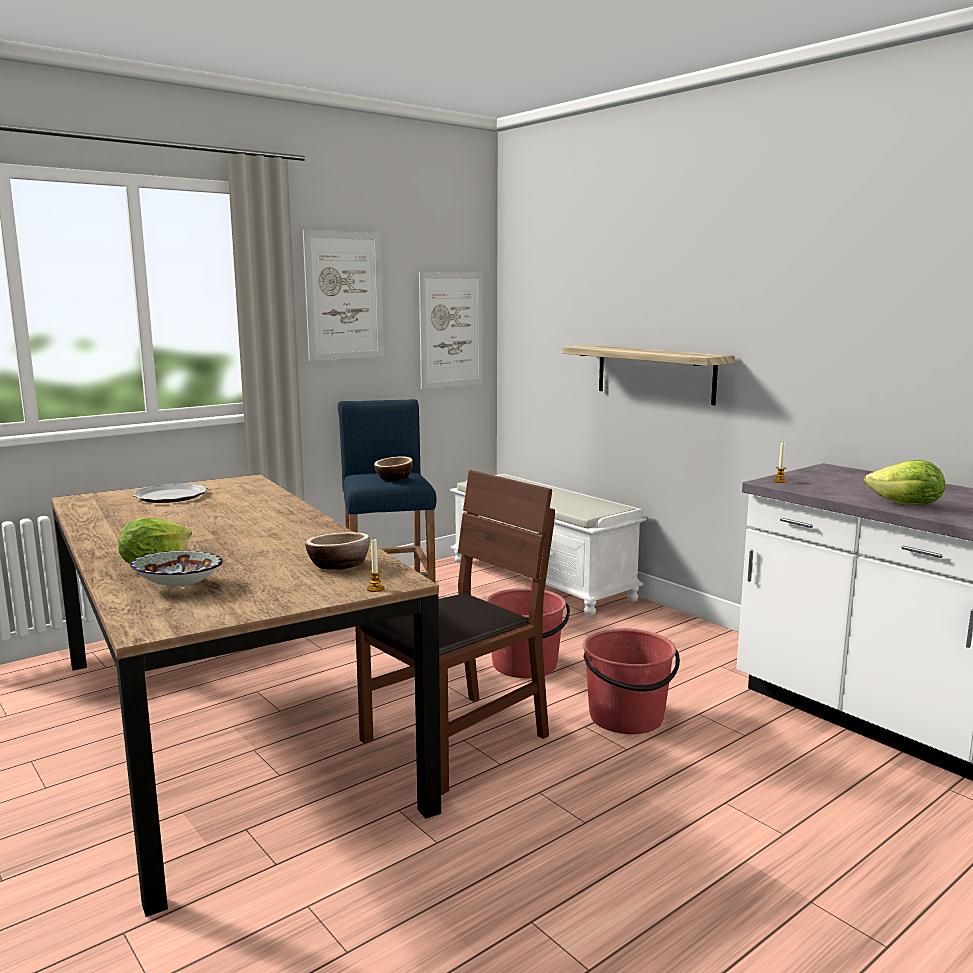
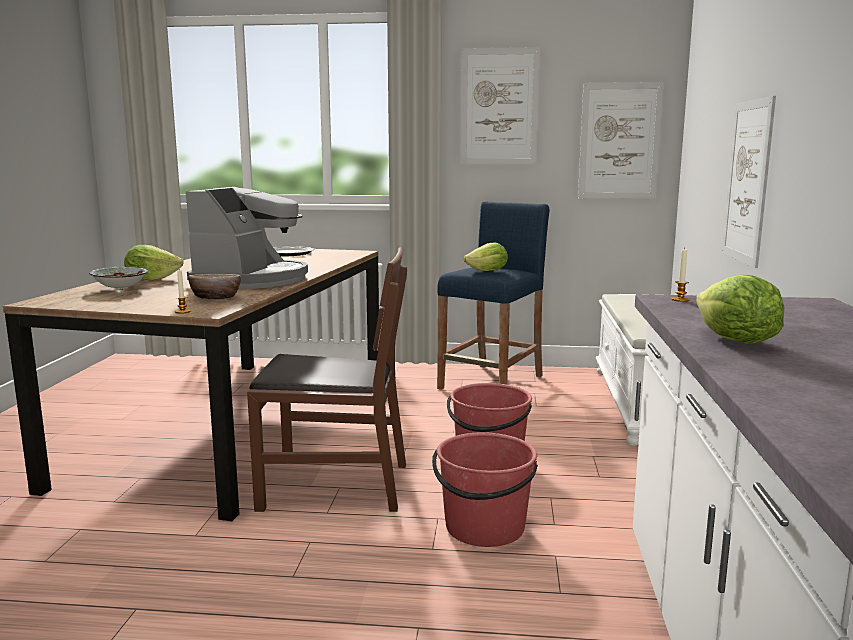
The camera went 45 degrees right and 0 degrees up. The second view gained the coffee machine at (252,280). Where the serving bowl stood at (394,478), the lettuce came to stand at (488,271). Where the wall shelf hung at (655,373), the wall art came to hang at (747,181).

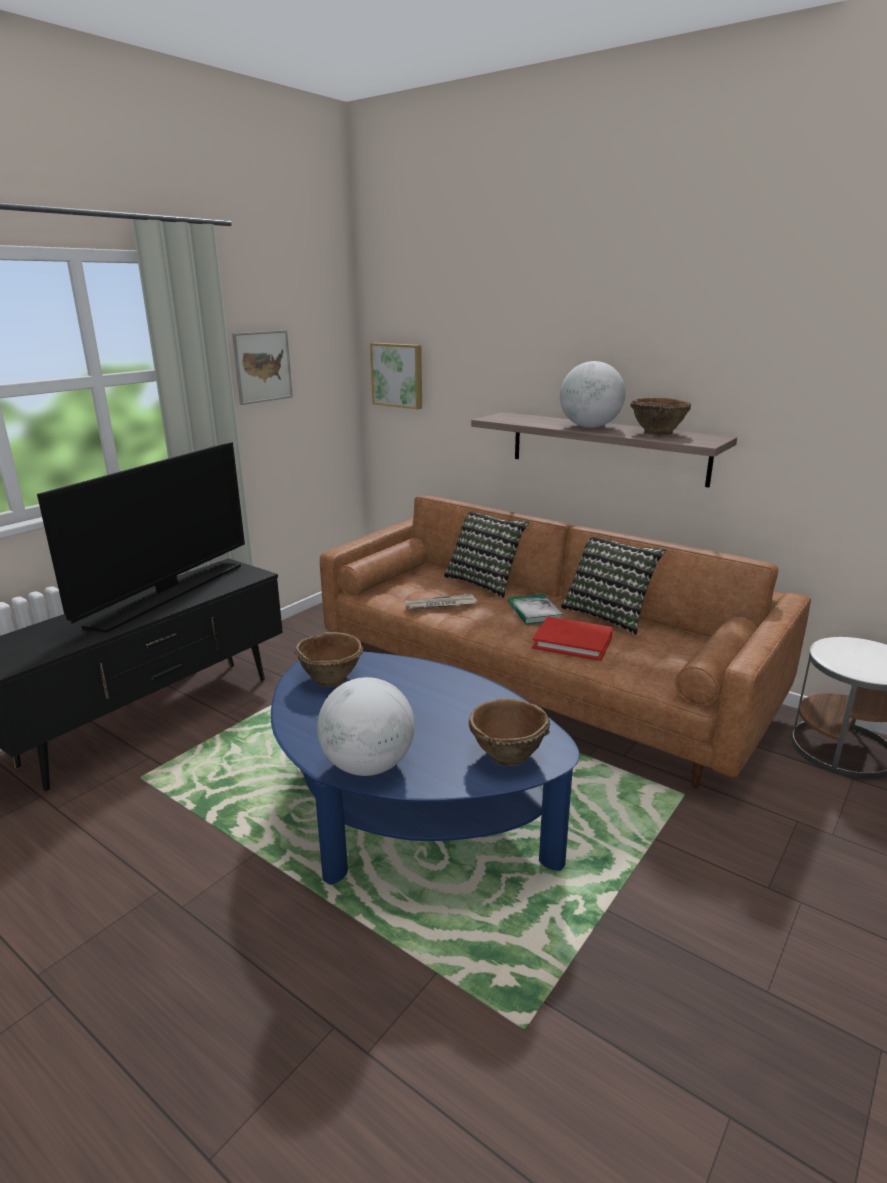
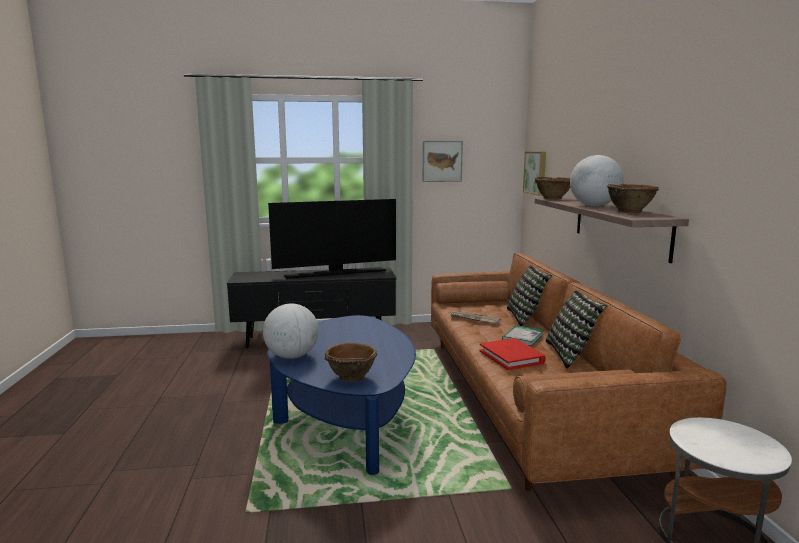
The camera went 45 degrees right and 10 degrees down. The brownish serving bowl ended up elsewhere, having gone from (331,678) to (553,198).

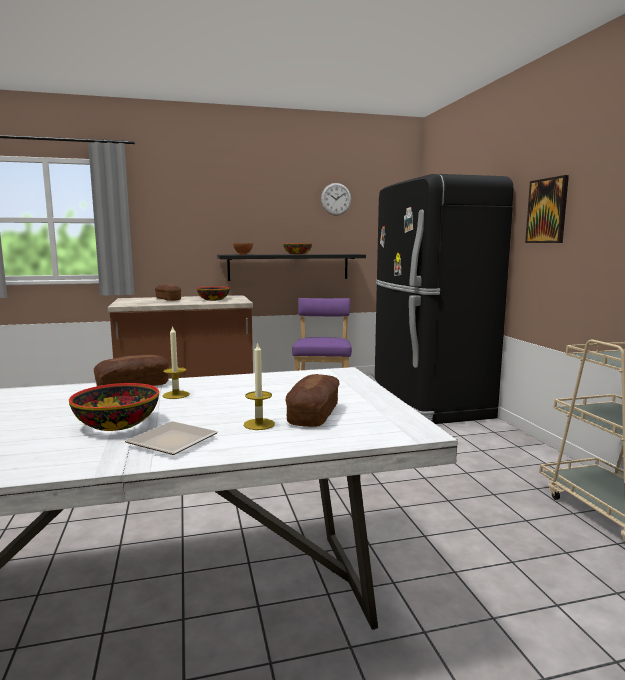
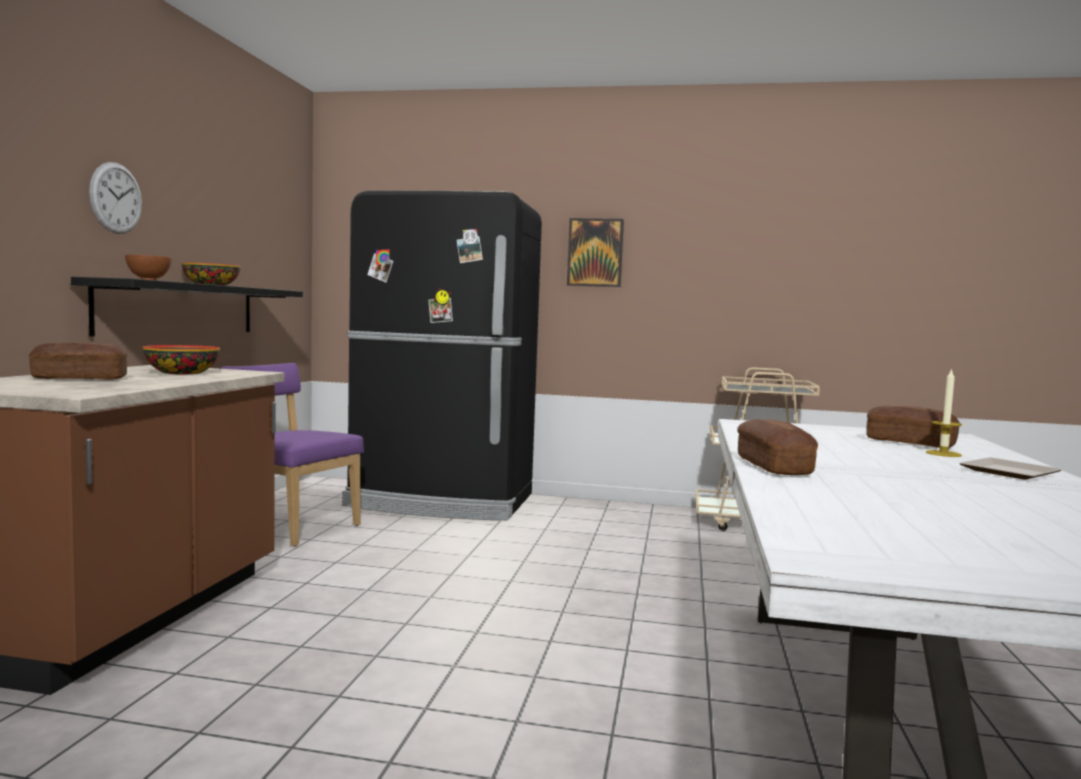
The camera went 65 degrees left and 5 degrees down. The second view lost the serving bowl at (118,423). The second view lost the wax light at (176,395). The clock on the wall ended up elsewhere, having gone from (336,199) to (116,198).

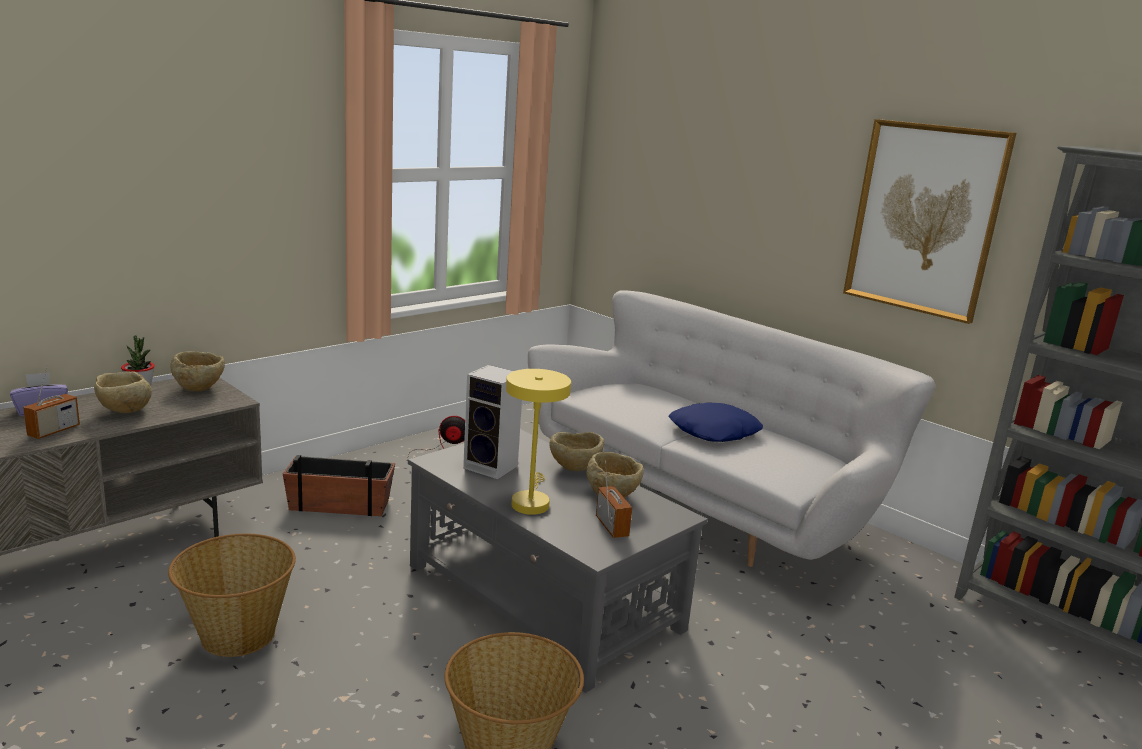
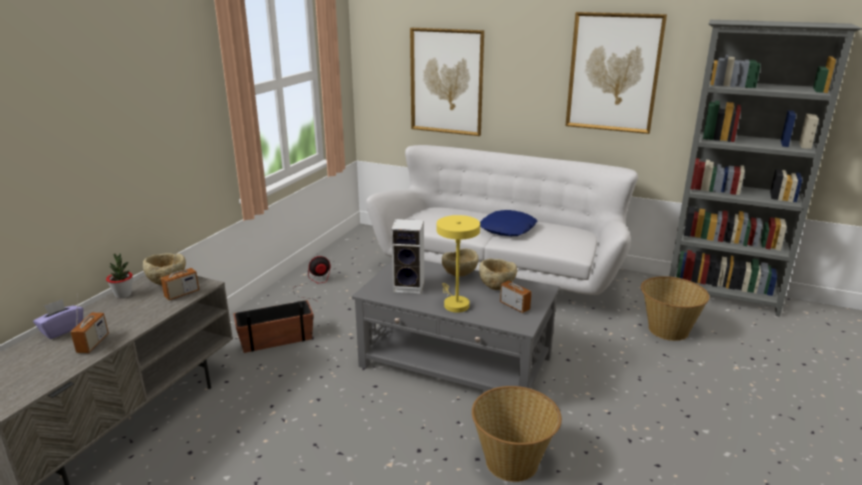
The camera went 20 degrees left and 5 degrees up. The second view lost the sand-coloured serving bowl at (124,411). The second view gained the radio receiver at (182,294). The second view gained the wall art at (446,81). The storage basket ended up elsewhere, having gone from (237,634) to (667,330).

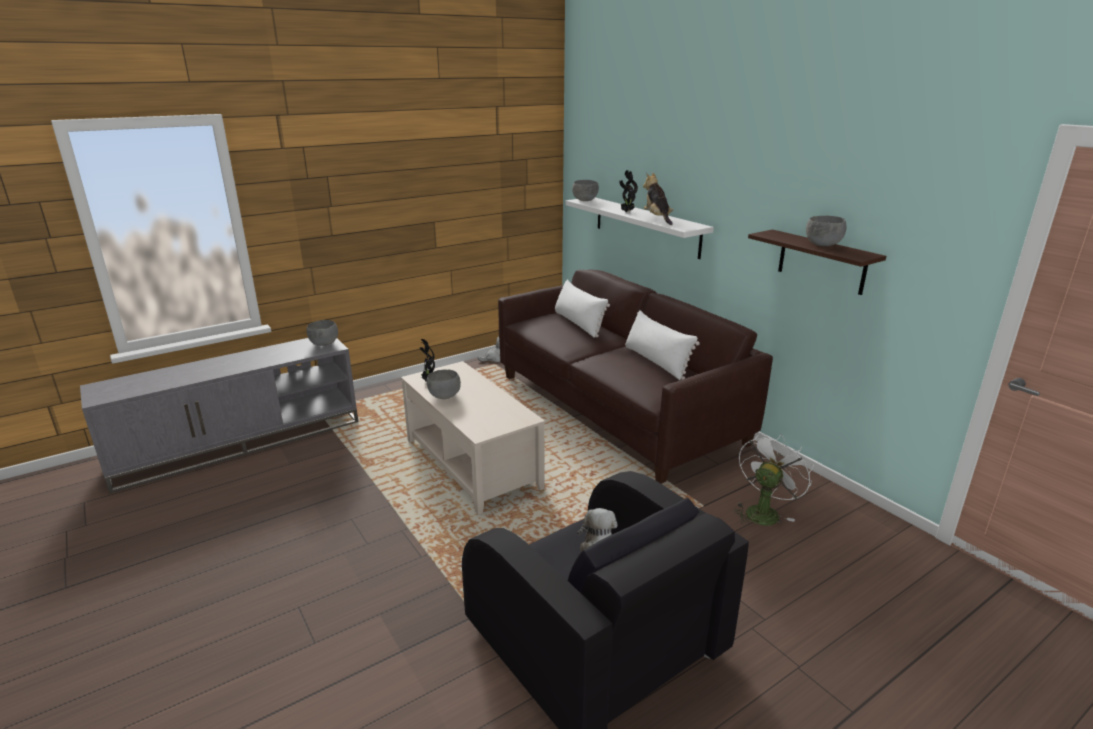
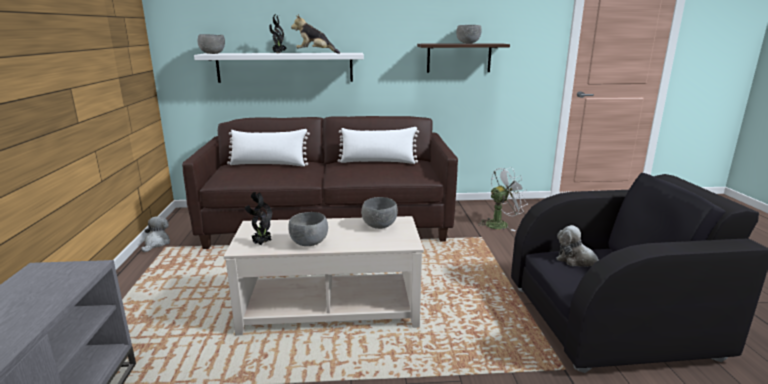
The camera went 60 degrees left and 5 degrees down. The gray serving bowl ended up elsewhere, having gone from (324,344) to (380,226). The whitish cooling fan at (764,511) ended up facing another way, 90 degrees clockwise from before.

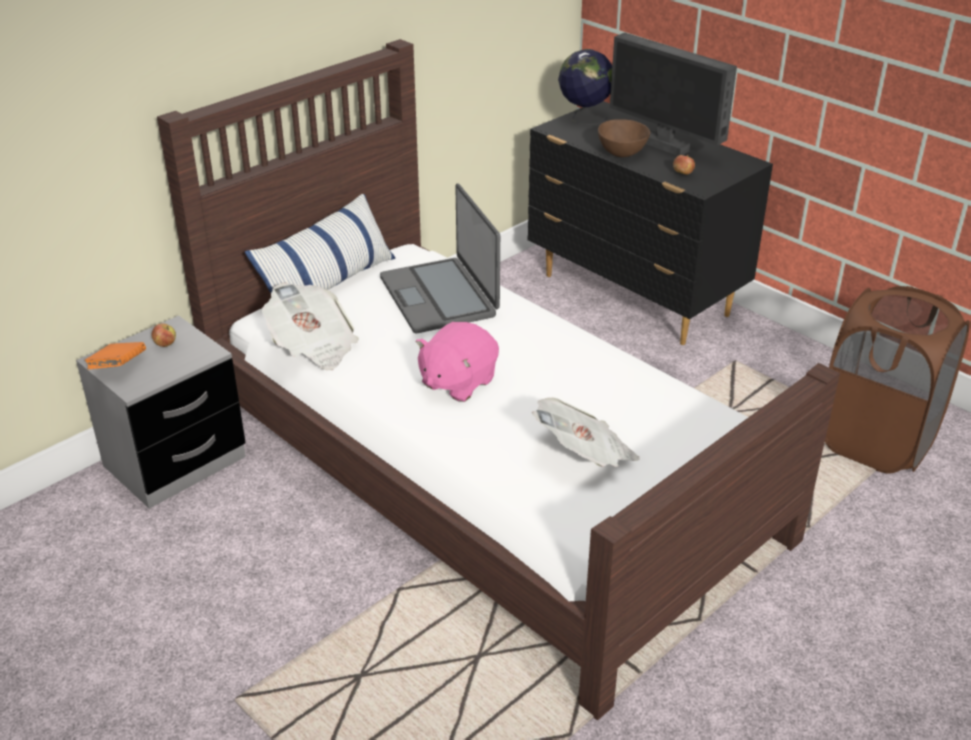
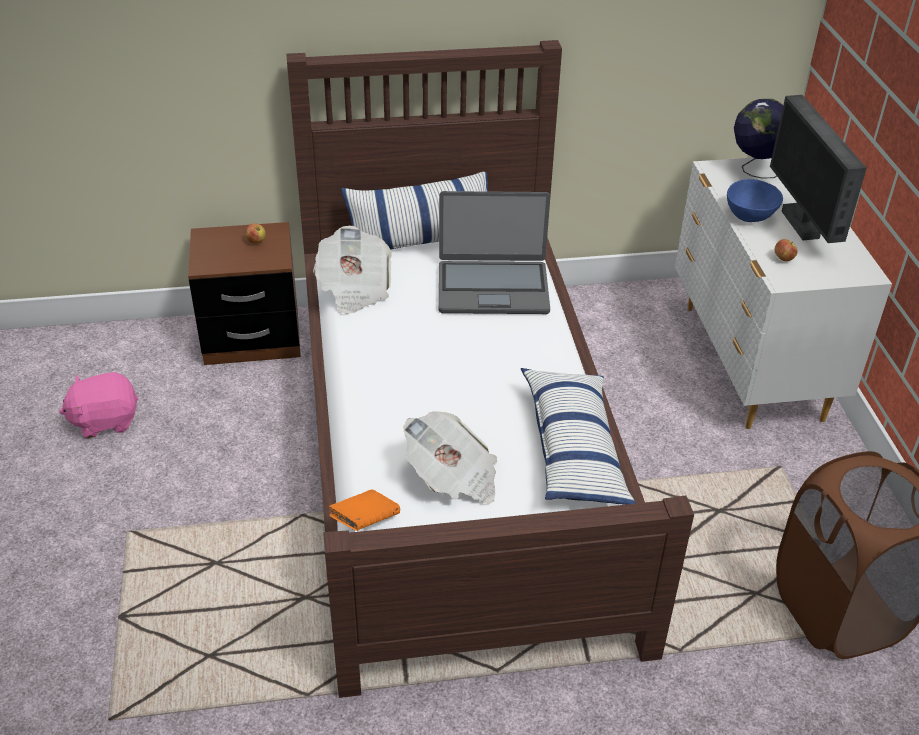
The camera went 35 degrees right and 5 degrees up. The second view gained the throw pillow at (574,449). The orange-coloured bound book ended up elsewhere, having gone from (118,367) to (365,521). The pinkish soft toy ended up elsewhere, having gone from (457,382) to (105,420). What was the gray nightstand at (175,462) turned into the brownish nightstand at (252,338). What was the black-coloured dresser at (635,297) turned into the whitish dresser at (750,363). What was the brownish serving bowl at (622,152) turned into the blue serving bowl at (750,215). The notebook computer at (440,296) ended up facing another way, 105 degrees counterclockwise from before.

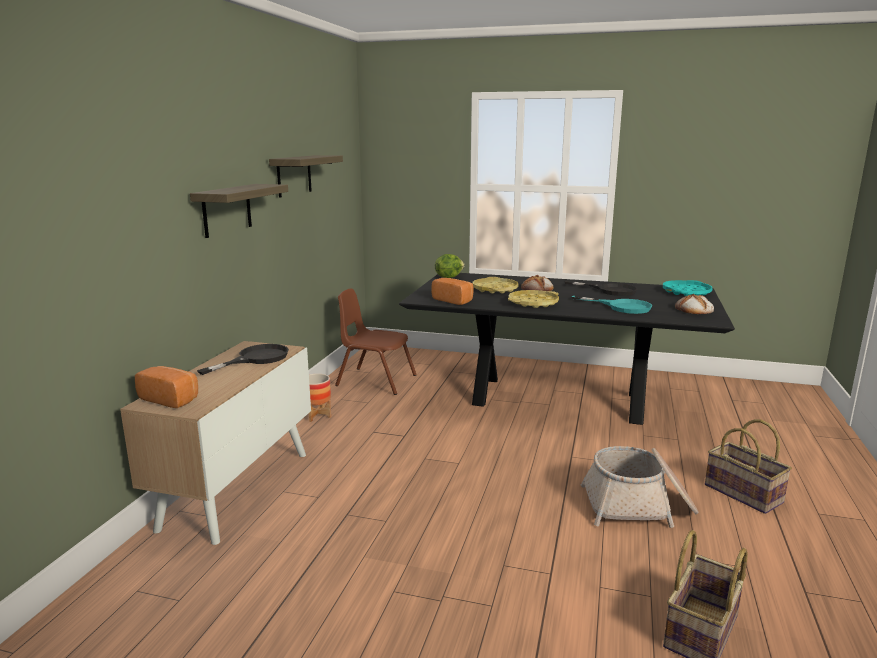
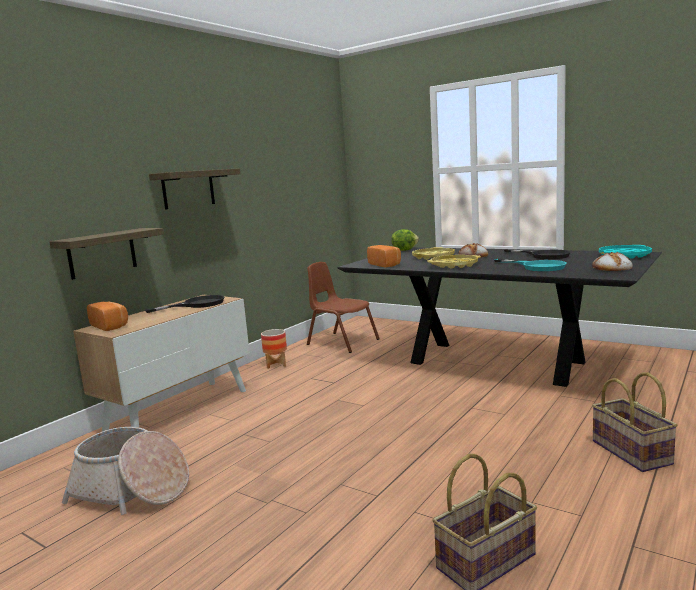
The camera went 20 degrees right and 5 degrees down. The wall shelf ended up elsewhere, having gone from (294,175) to (102,253). The storage basket ended up elsewhere, having gone from (638,506) to (132,491).

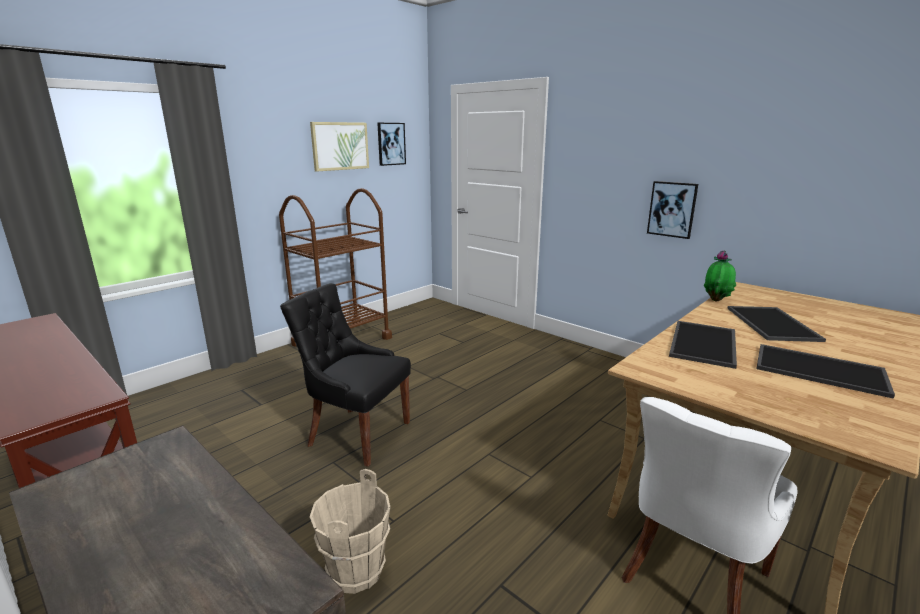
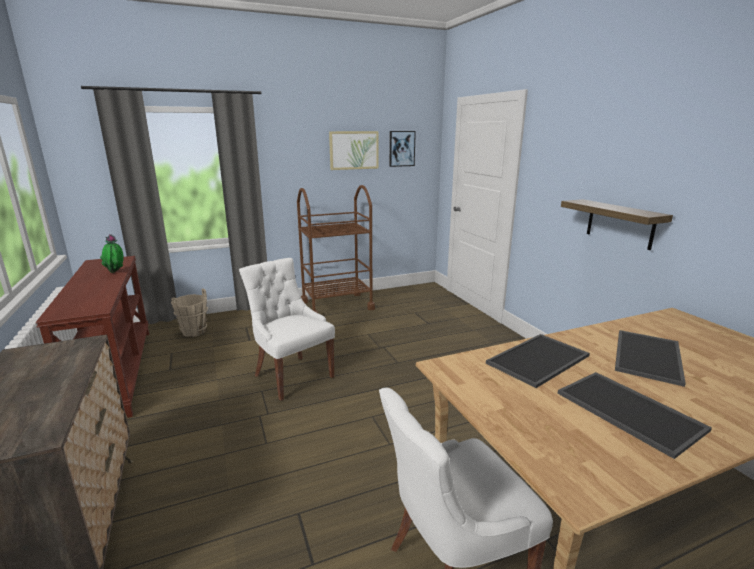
The camera went 25 degrees right and 0 degrees up. The sand-coloured water bucket ended up elsewhere, having gone from (355,571) to (194,331). The potted plant ended up elsewhere, having gone from (716,300) to (116,272). Where the wall art hung at (672,209), the wall shelf came to hang at (620,224). What was the black-coloured chair at (356,434) turned into the whitish chair at (292,375).

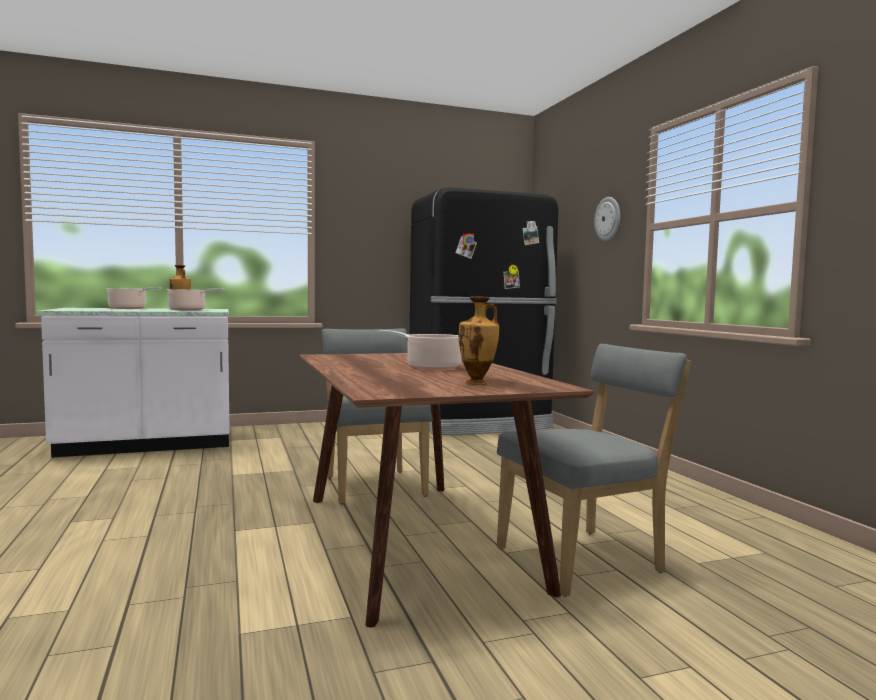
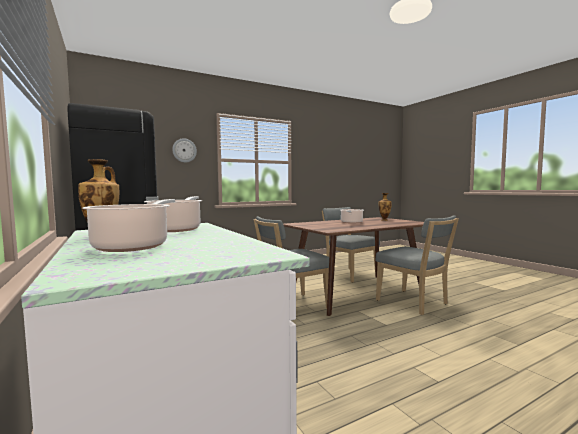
The camera went 100 degrees left and 0 degrees up. The second view gained the gray chair at (414,303).

